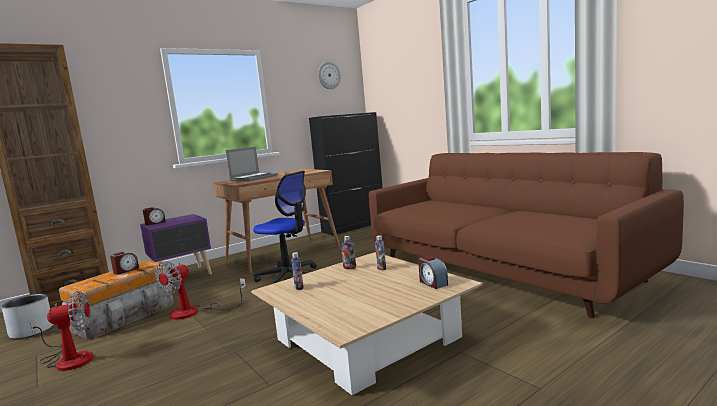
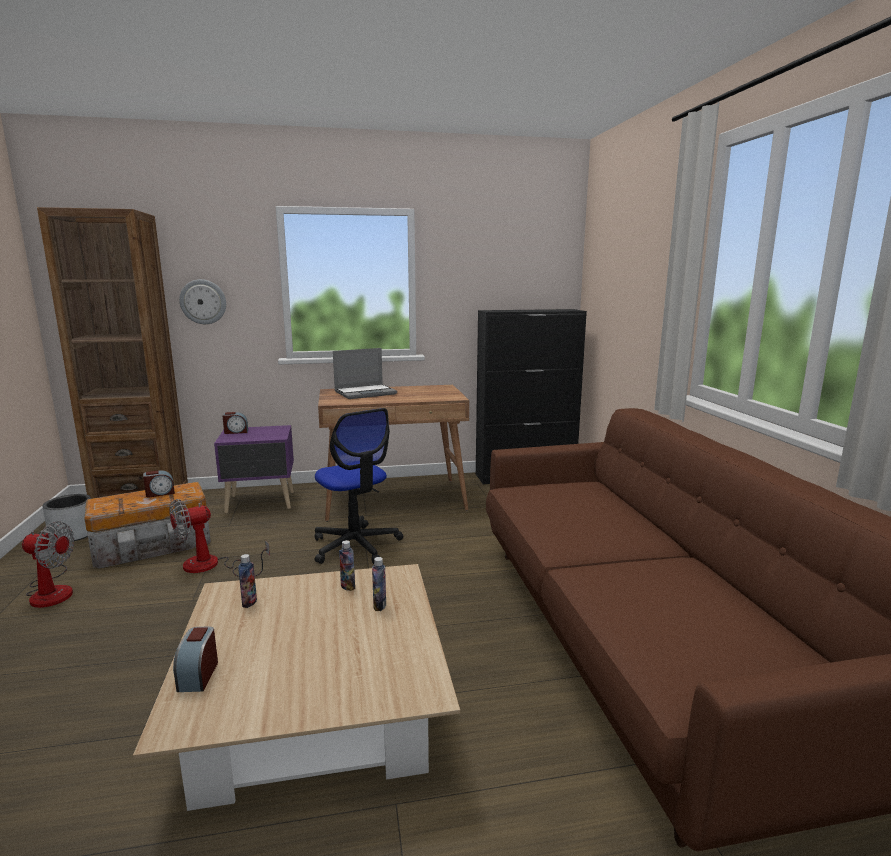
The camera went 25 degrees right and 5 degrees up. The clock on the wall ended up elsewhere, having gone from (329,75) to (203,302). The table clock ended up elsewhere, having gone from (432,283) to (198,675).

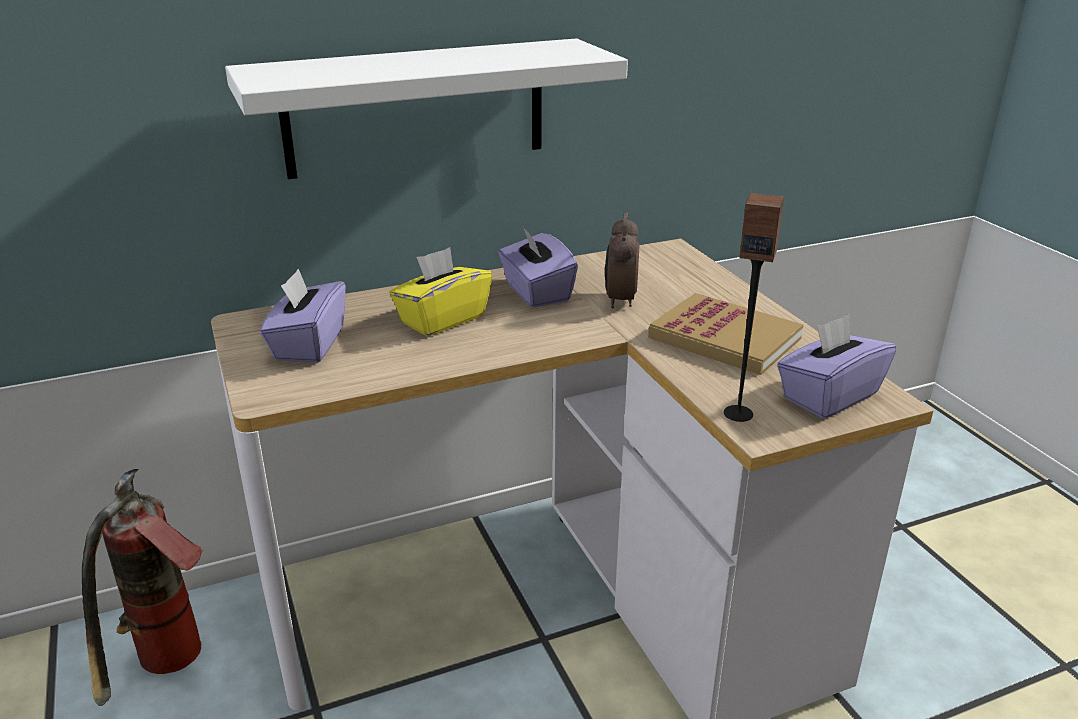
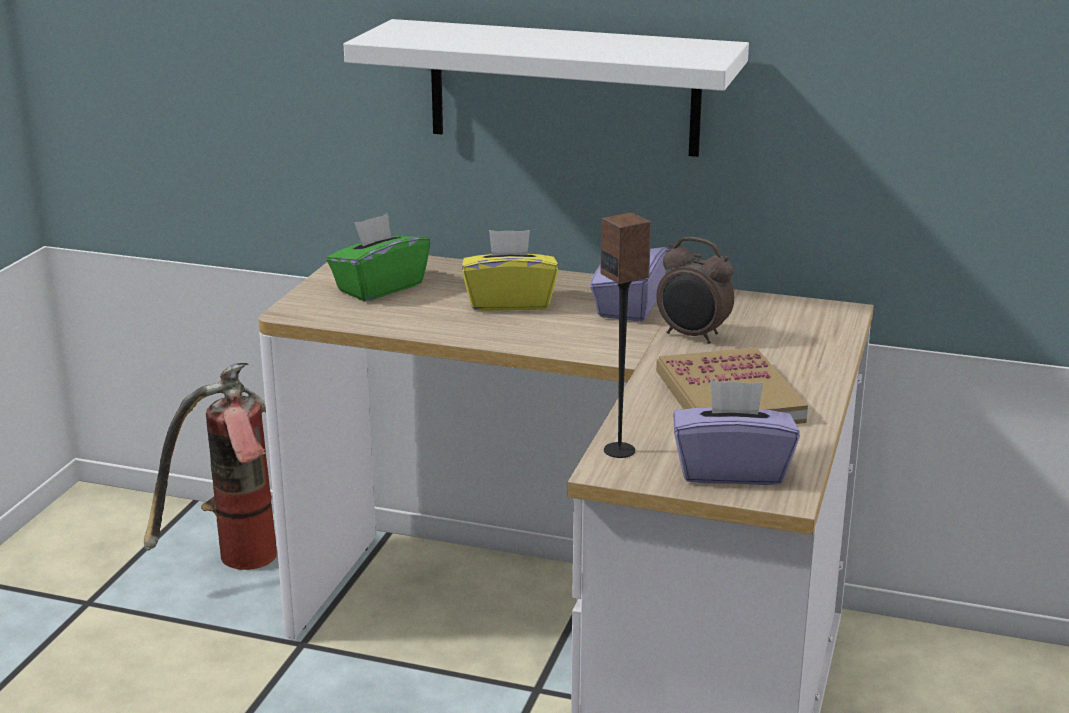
The camera went 40 degrees right and 5 degrees down. What was the purple-coloured box of tissues at (308,344) turned into the green box of tissues at (379,287). The table clock at (619,300) ended up facing another way, 105 degrees counterclockwise from before.

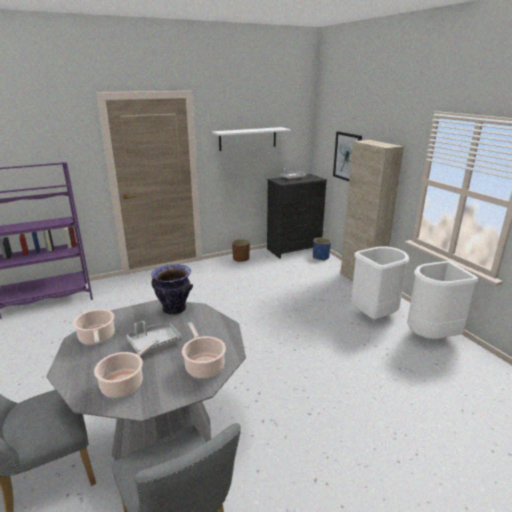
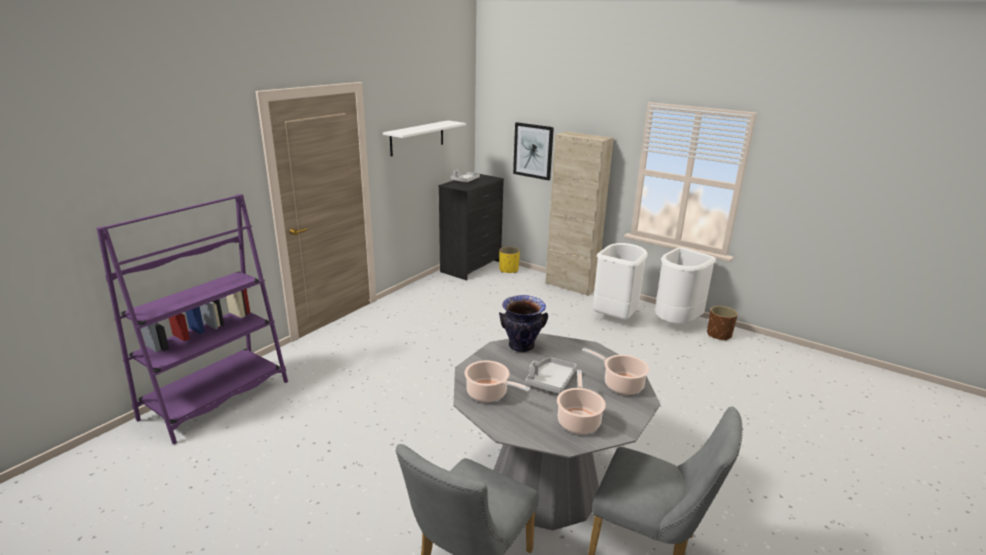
The camera went 30 degrees left and 0 degrees up. The brownish plant pot ended up elsewhere, having gone from (241,259) to (719,335). What was the blue plant pot at (321,257) turned into the yellow plant pot at (508,270).

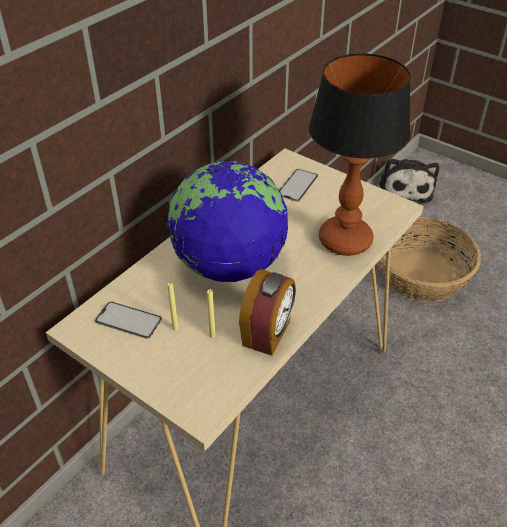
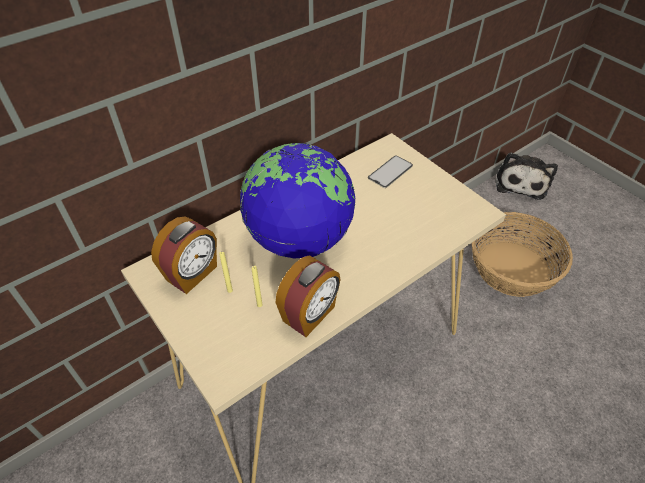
The camera went 15 degrees right and 5 degrees up. The second view lost the tabletop lamp at (346,241). Where the handset stood at (128,320), the table clock came to stand at (192,274).

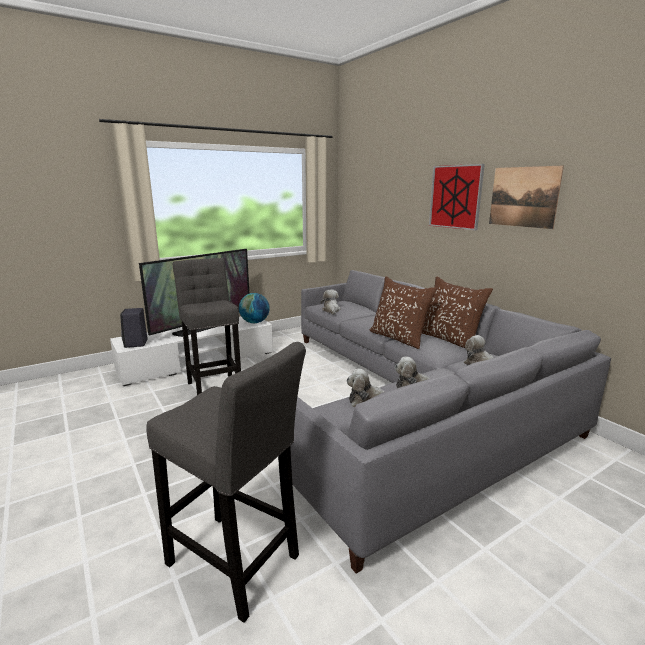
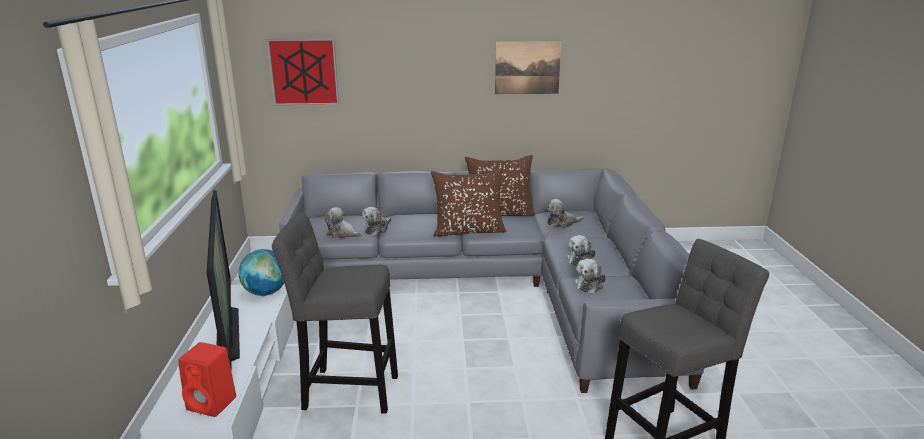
The camera went 60 degrees left and 5 degrees up. The second view gained the soft toy at (377,229). The wall art ended up elsewhere, having gone from (455,197) to (304,72). What was the black-coloured speaker at (136,344) turned into the red-coloured speaker at (213,404).

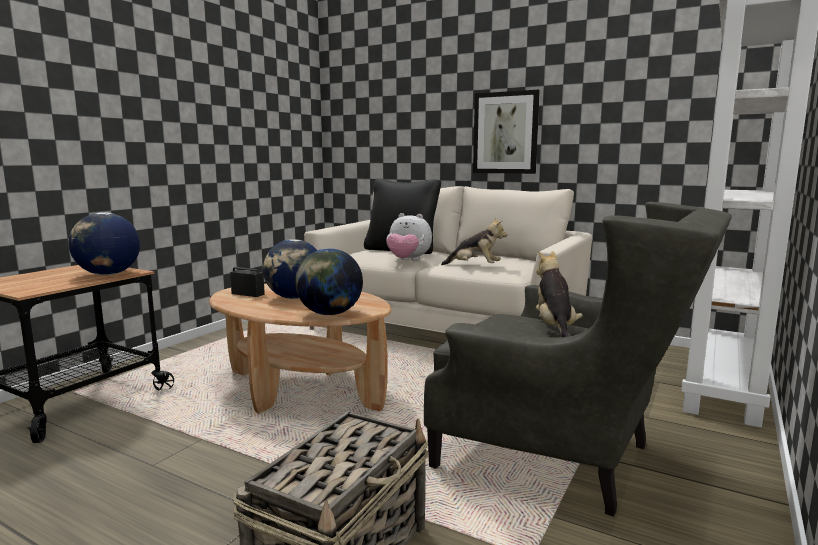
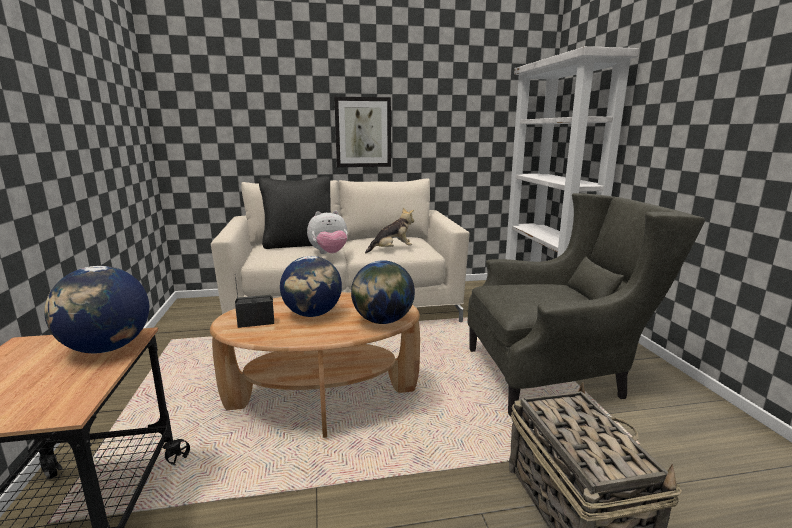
The camera went 40 degrees left and 5 degrees up. The second view lost the soft toy at (555,328).

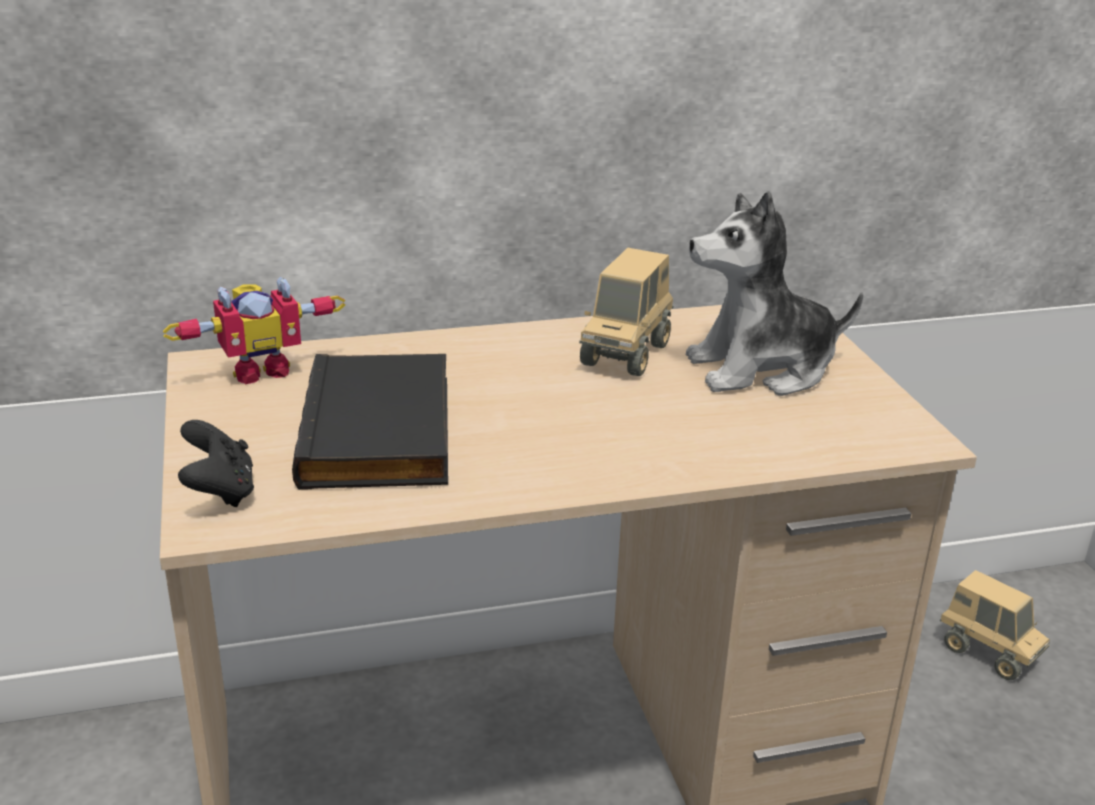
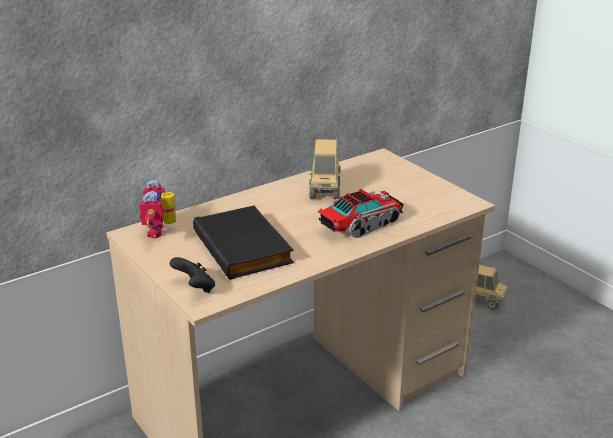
The camera went 20 degrees left and 0 degrees up. The second view lost the soft toy at (761,369). The second view gained the toy lorry at (361,225). The model robot at (259,369) ended up facing another way, 135 degrees clockwise from before.

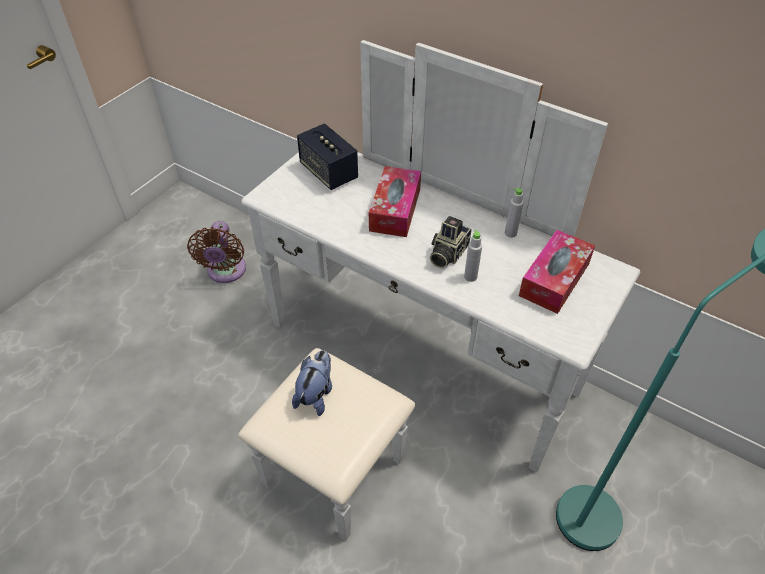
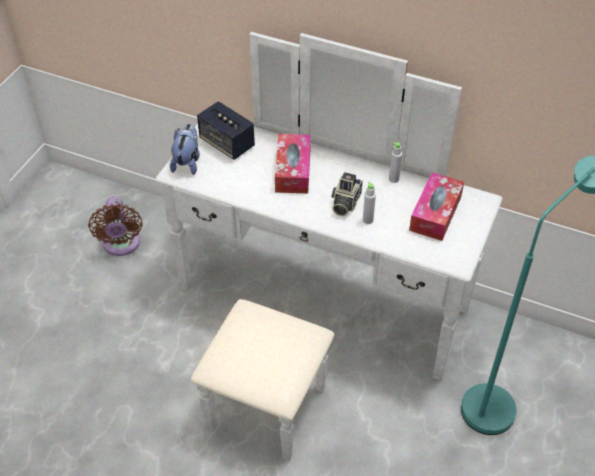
The camera went 10 degrees left and 0 degrees up. The soft toy ended up elsewhere, having gone from (316,394) to (187,162).

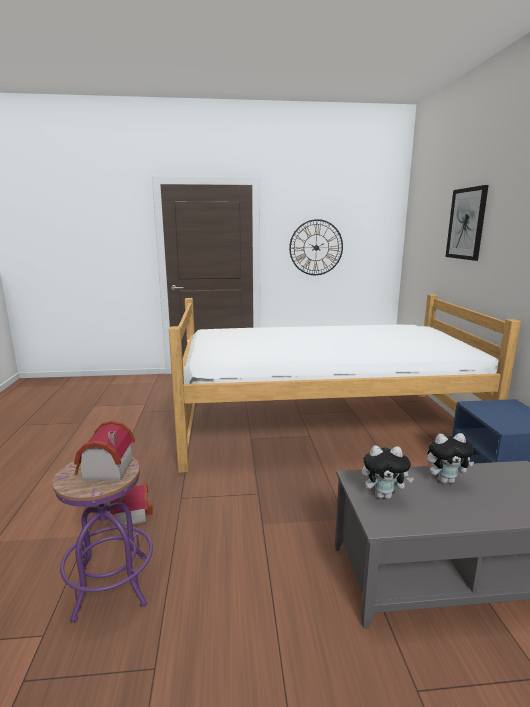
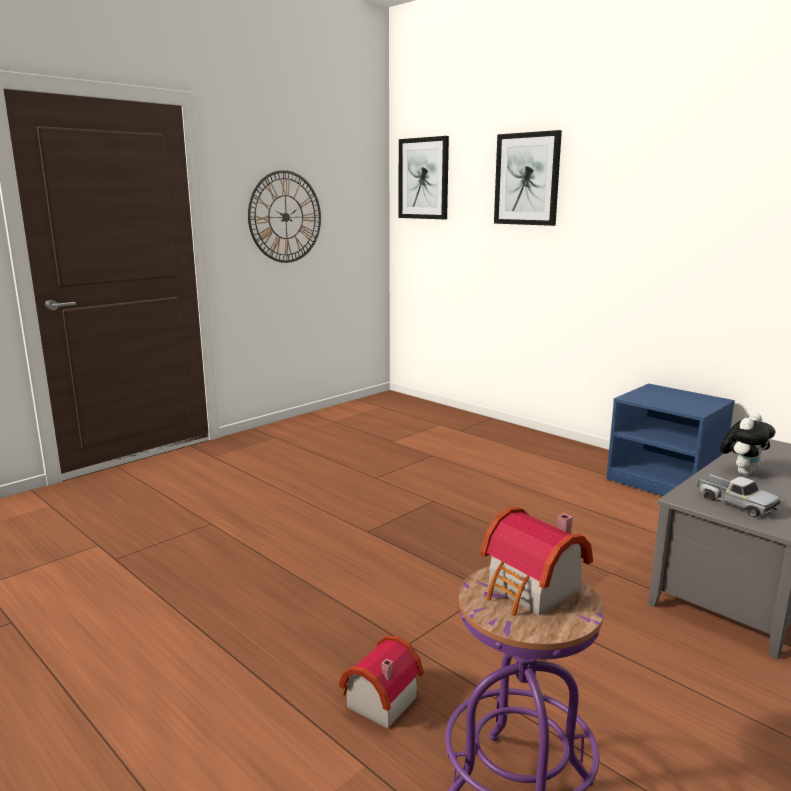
The camera went 40 degrees left and 0 degrees up. The second view lost the bedroom bed at (324,426). The second view gained the wall art at (423,178). Where the soft toy stood at (383,495), the toy lorry came to stand at (735,503).

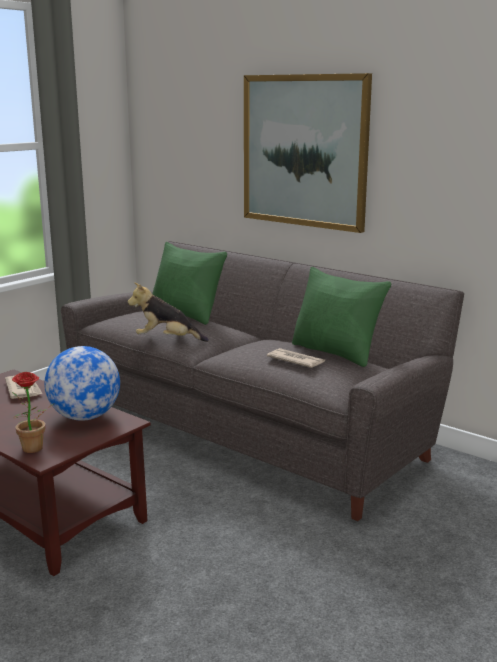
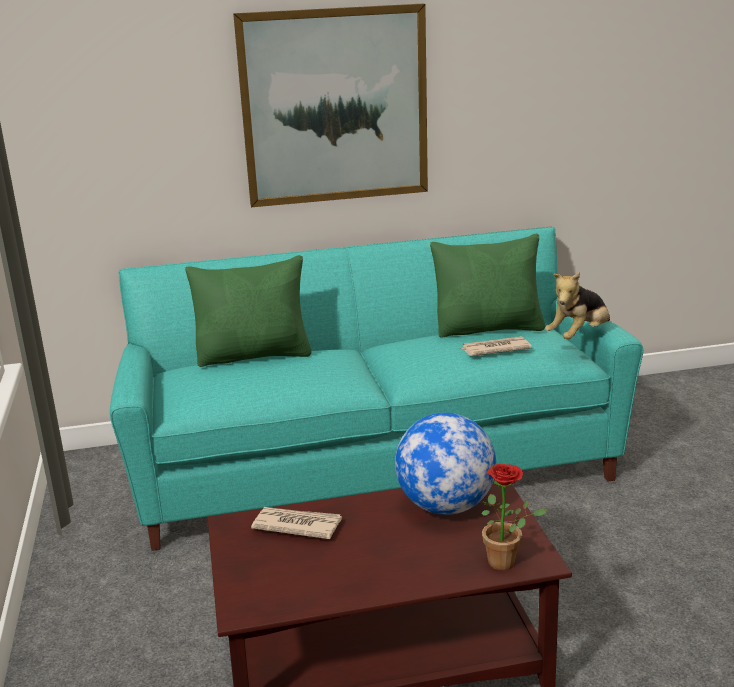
The camera went 50 degrees left and 5 degrees up. The soft toy ended up elsewhere, having gone from (167,340) to (579,336). What was the gray sofa at (248,429) turned into the blue-green sofa at (372,462).

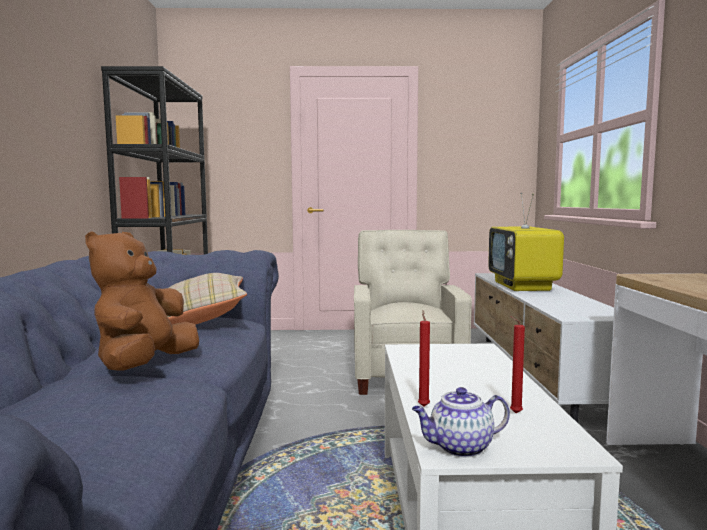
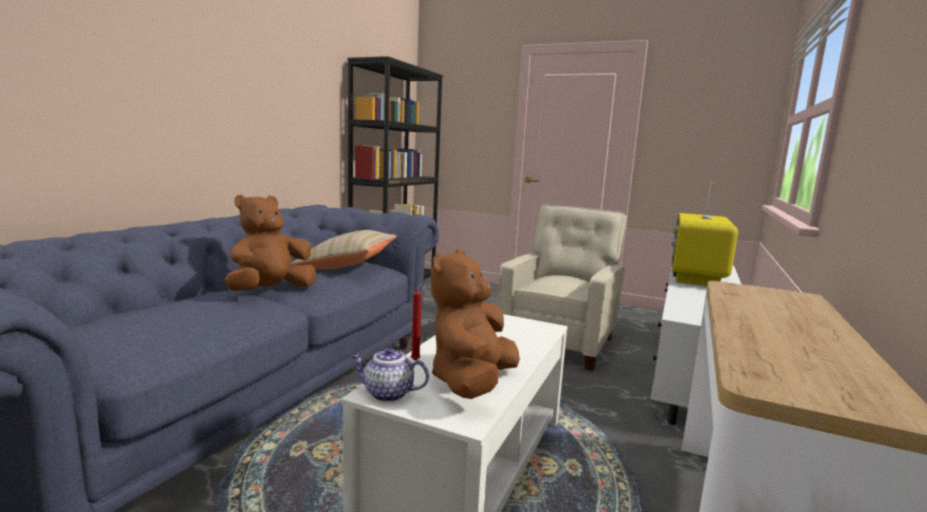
The camera went 25 degrees right and 5 degrees up. Where the red-coloured wax light stood at (514,413), the brownish soft toy came to stand at (471,382).

